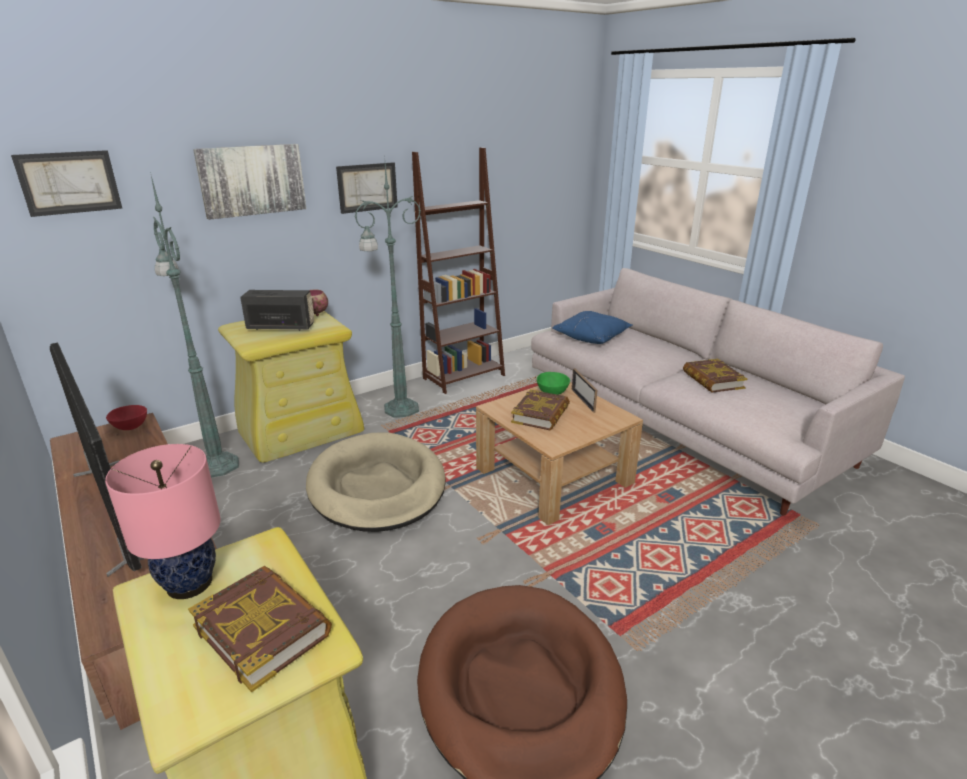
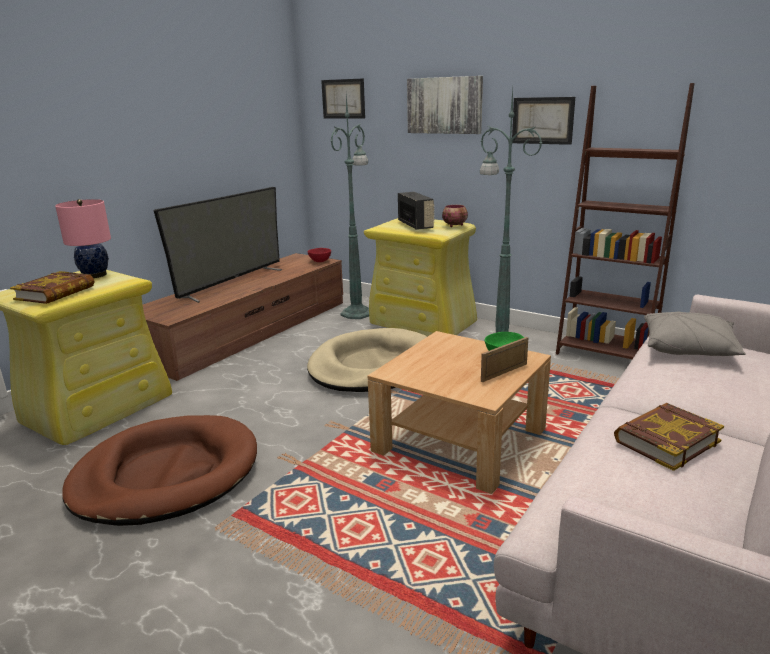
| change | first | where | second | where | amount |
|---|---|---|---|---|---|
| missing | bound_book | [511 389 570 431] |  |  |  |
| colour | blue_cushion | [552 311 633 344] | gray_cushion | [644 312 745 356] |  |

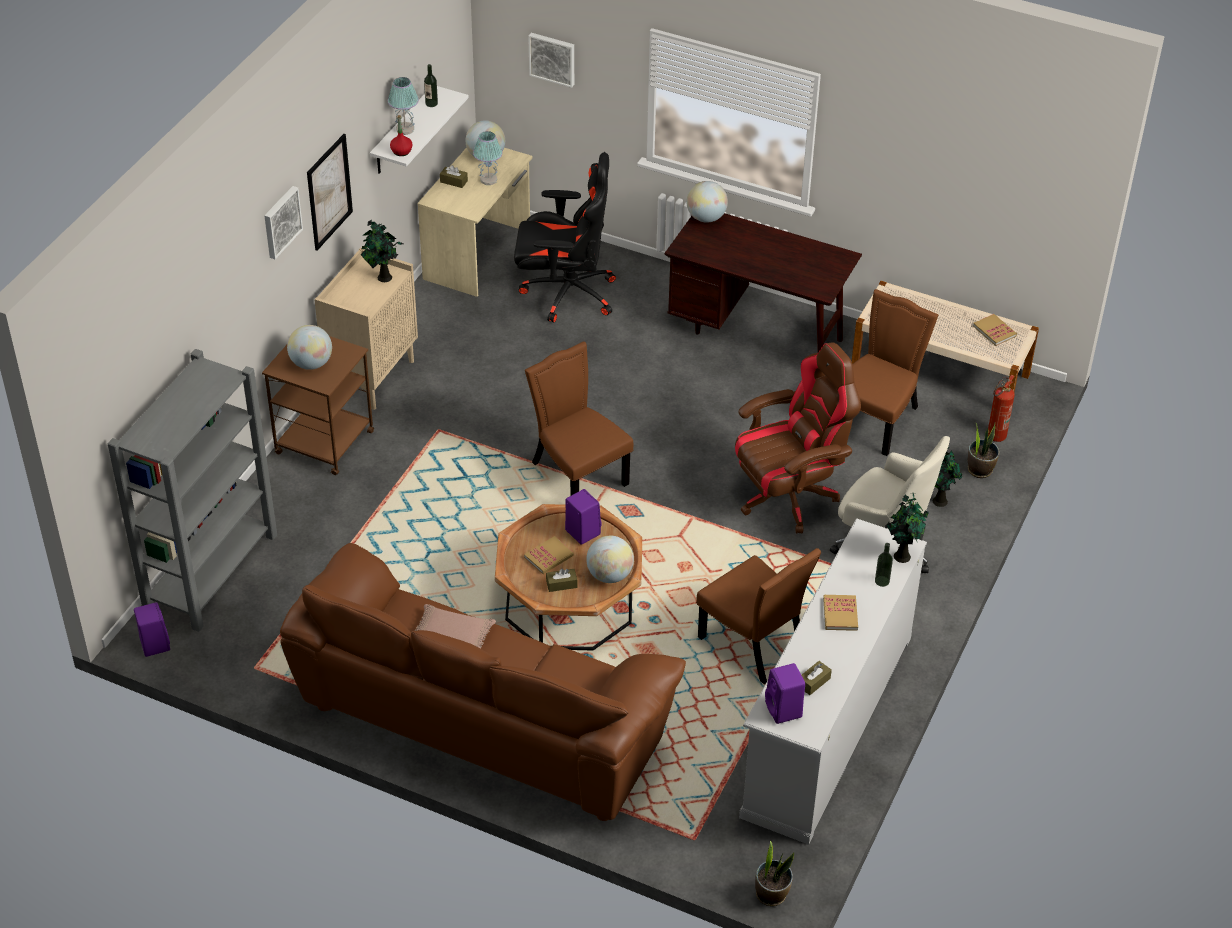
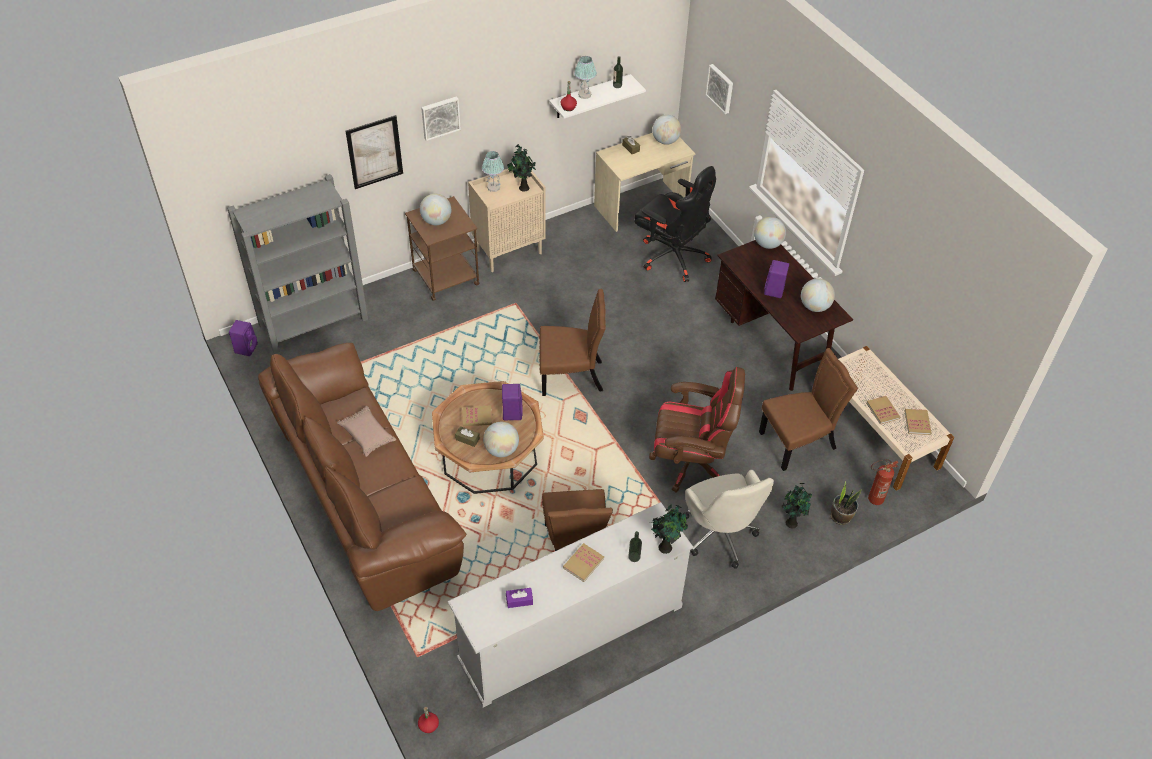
| change | first | where | second | where | amount |
|---|---|---|---|---|---|
| appeared |  |  | desk_globe | [801 278 835 312] |  |
| appeared |  |  | bound_book | [866 396 900 424] |  |
| relocated | wall_picture | [307 134 353 251] |  | [346 115 403 189] |  |
| relocated | lamp_for_a_table | [473 131 502 185] |  | [482 151 504 192] |  |
| relocated | purplish_loudspeaker | [765 663 805 724] |  | [764 260 789 298] |  |
| exchanged | potted_plant | [755 840 794 906] | red_bottle | [418 707 439 733] |  |
| colour | brown-coloured_tissue_box | [802 661 832 695] | purplish_tissue_box | [506 588 533 608] |  |
| spun | brown-coloured_plain_chair | [525 342 633 495] |  | [539 289 606 396] | 90 degrees clockwise |

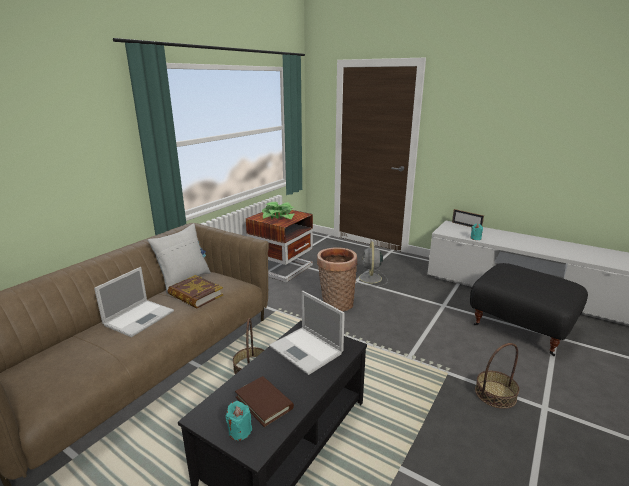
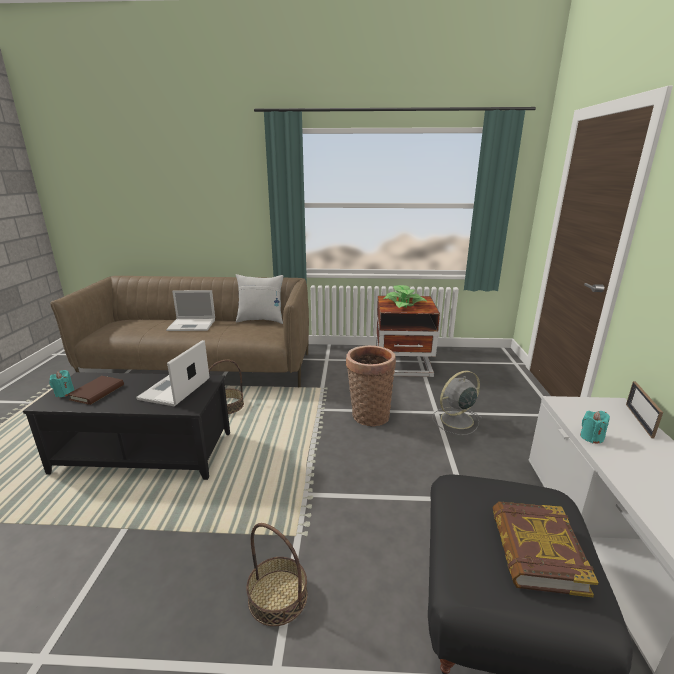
| change | first | where | second | where | amount |
|---|---|---|---|---|---|
| relocated | bound_book | [168 275 223 308] |  | [493 501 598 597] |  |

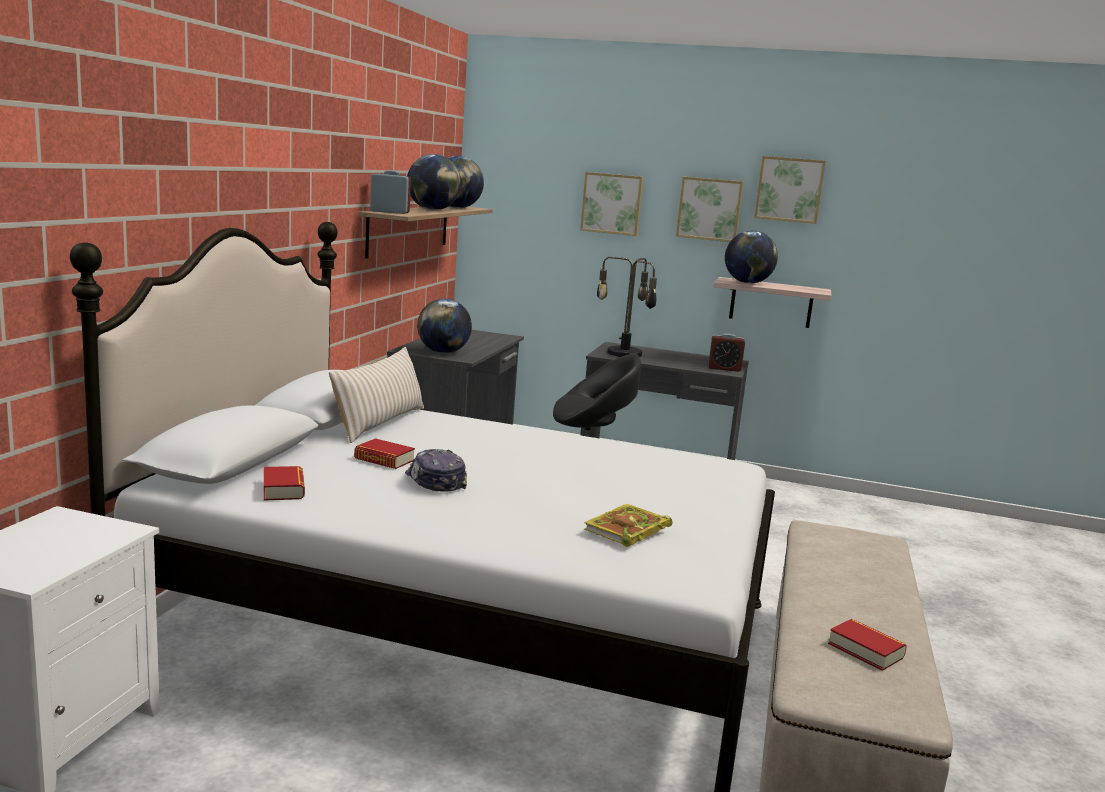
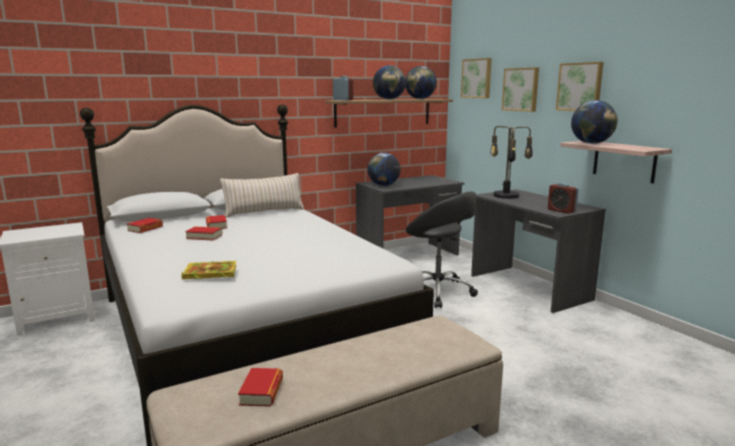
| change | first | where | second | where | amount |
|---|---|---|---|---|---|
| relocated | wall_picture | [754 156 826 224] |  | [461 58 492 98] |  |
| exchanged | baseball_cap | [405 449 467 491] | bound_book | [185 226 223 241] |  |

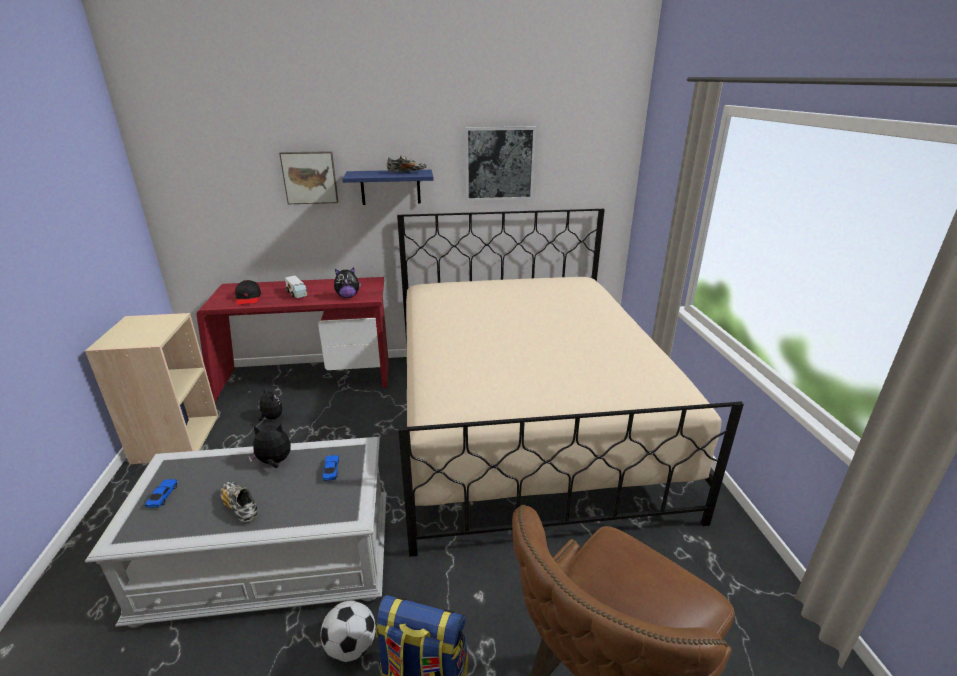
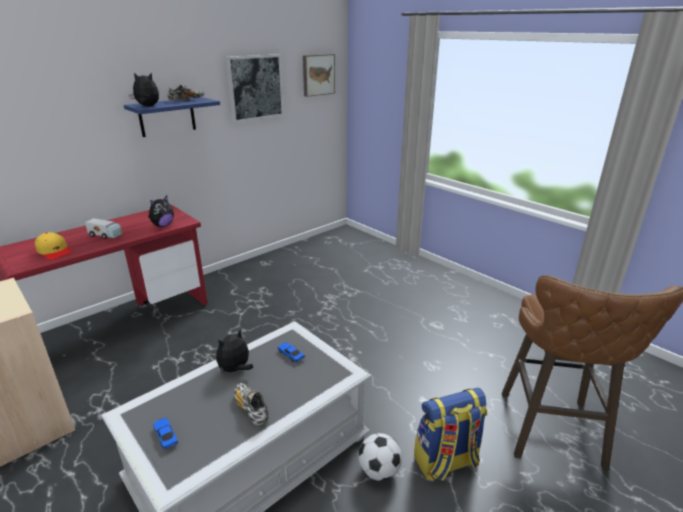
| change | first | where | second | where | amount |
|---|---|---|---|---|---|
| missing | beige-coloured_bedroom_bed | [397 209 744 557] |  |  |  |
| relocated | soft_toy | [258 388 282 421] |  | [129 73 159 106] |  |
| relocated | wall_picture | [279 151 338 204] |  | [303 54 335 97] |  |
| colour | black_baseball_cap | [235 280 261 305] | yellowish_baseball_cap | [35 232 72 260] |  |
| spun | shoe | [220 482 258 523] |  | [234 383 269 425] | 45 degrees clockwise |

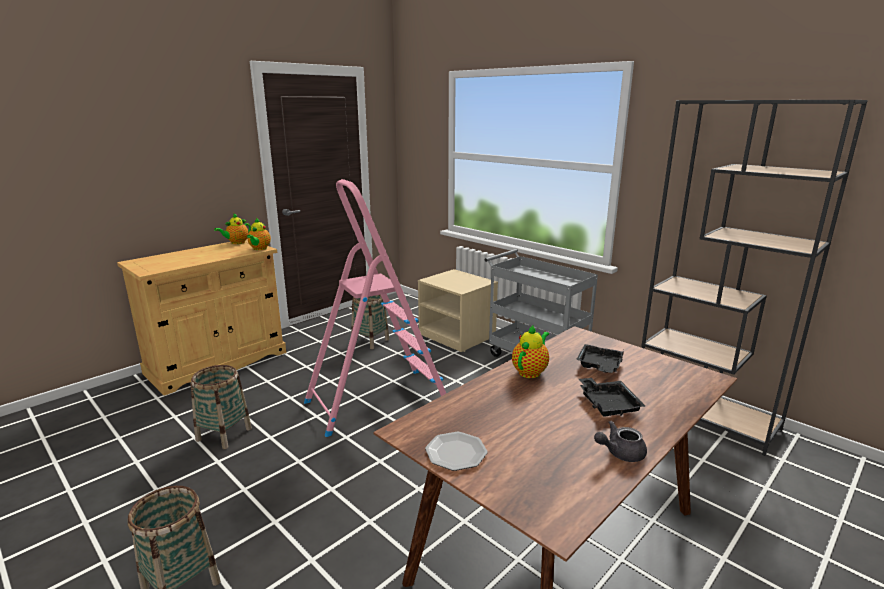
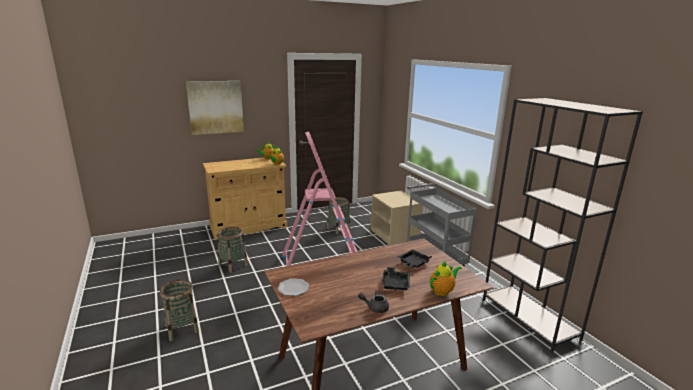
| change | first | where | second | where | amount |
|---|---|---|---|---|---|
| appeared |  |  | wall_picture | [186 81 244 135] |  |
| relocated | tea_pot | [512 325 549 378] |  | [430 261 462 296] |  |

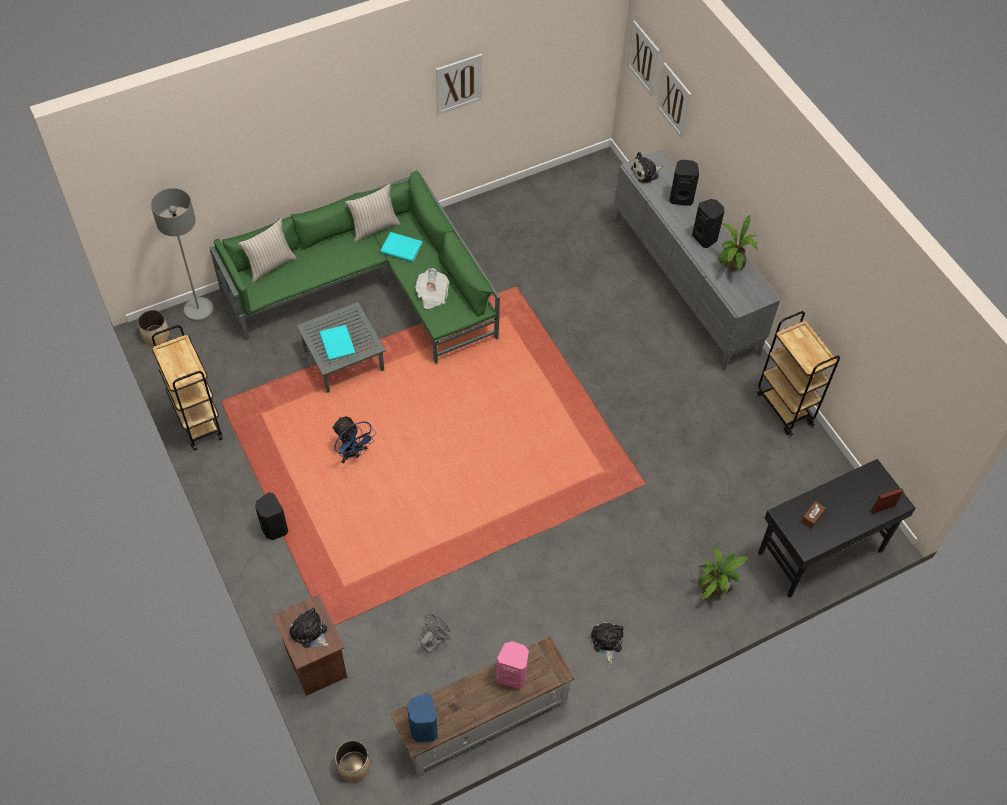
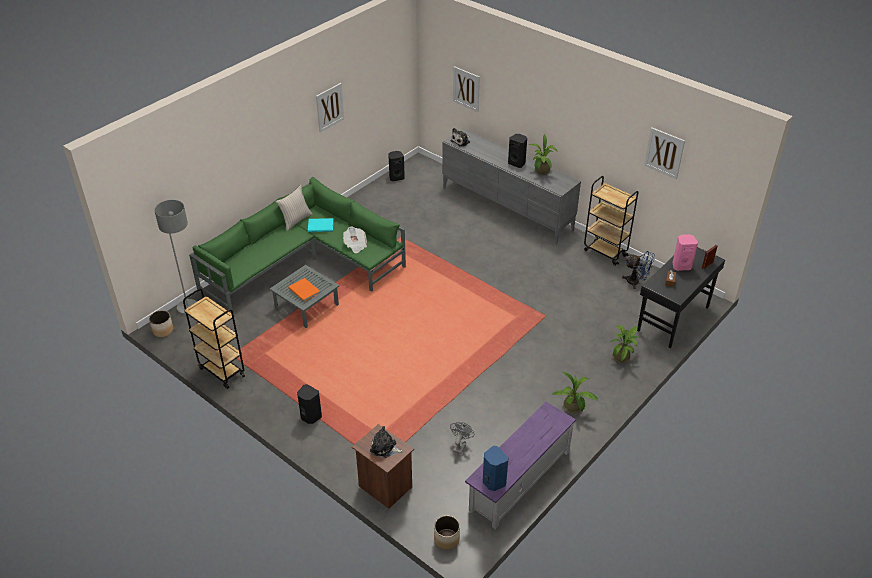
| change | first | where | second | where | amount |
|---|---|---|---|---|---|
| missing | beige-coloured_cushion | [238 218 296 283] |  |  |  |
| relocated | blue_fan | [332 416 376 463] |  | [622 251 655 289] |  |
| relocated | pinkish_loudspeaker | [496 641 529 690] |  | [673 234 698 271] |  |
| relocated | wall_picture | [627 20 660 96] |  | [644 128 685 179] |  |
| relocated | black_loudspeaker | [669 160 699 206] |  | [388 151 405 181] |  |
| exchanged | soft_toy | [591 622 623 664] | potted_plant | [552 371 598 413] |  |
| colour | blue-green_bound_book | [319 325 356 362] | orange-coloured_bound_book | [288 278 320 302] |  |
| colour | brown-coloured_tv_stand | [390 636 575 777] | purplish_tv_stand | [465 402 576 530] |  |

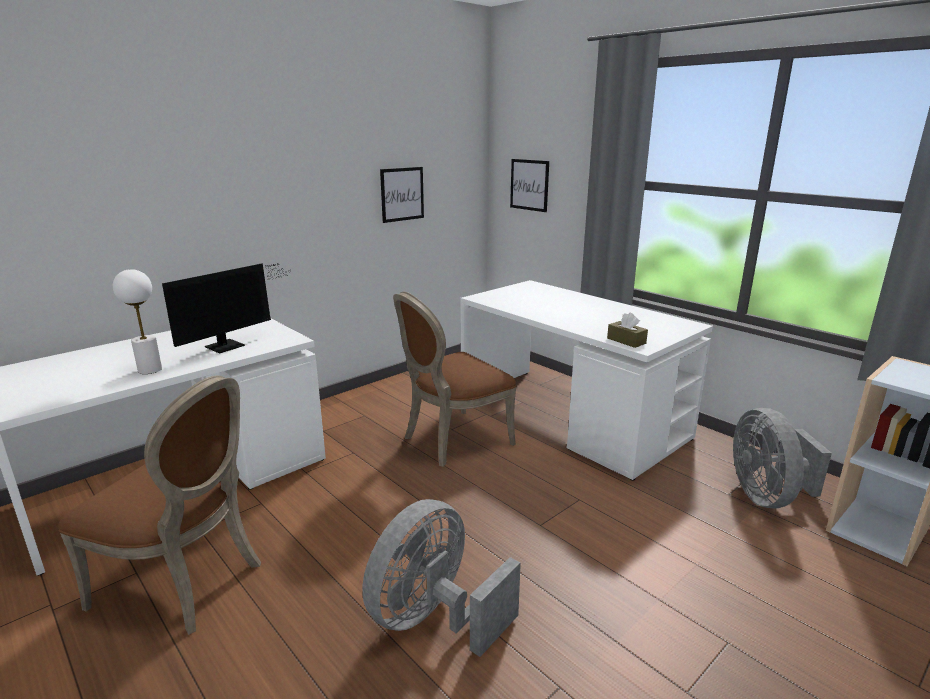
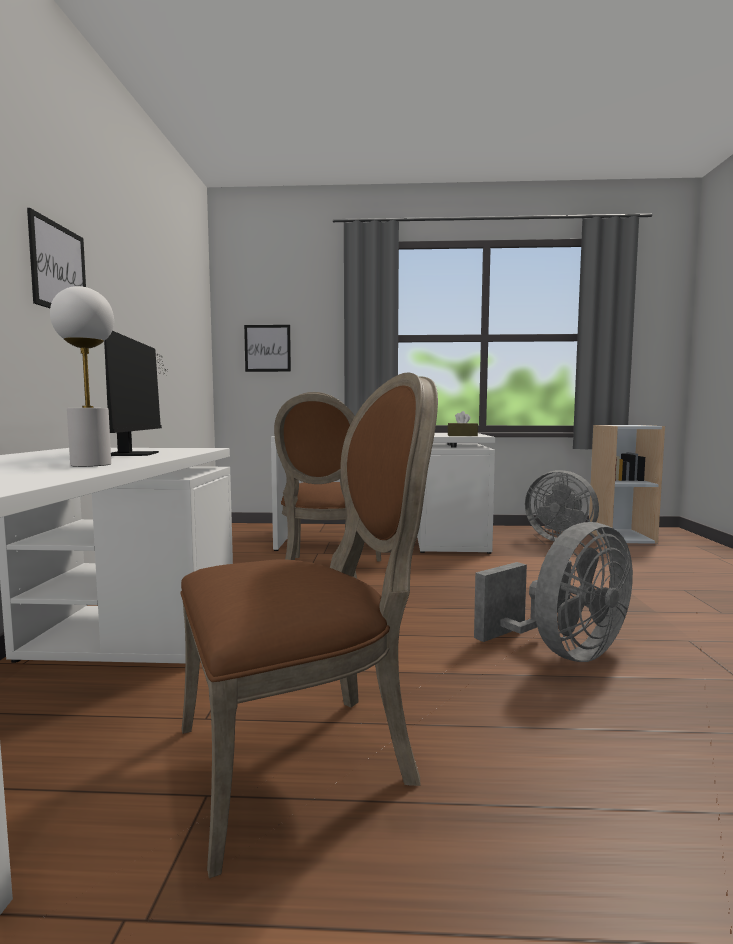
| change | first | where | second | where | amount |
|---|---|---|---|---|---|
| relocated | wall_picture | [380 167 424 223] |  | [27 208 86 308] |  |
| spun | gray_fan | [362 499 521 657] |  | [474 522 633 662] | 120 degrees counterclockwise |

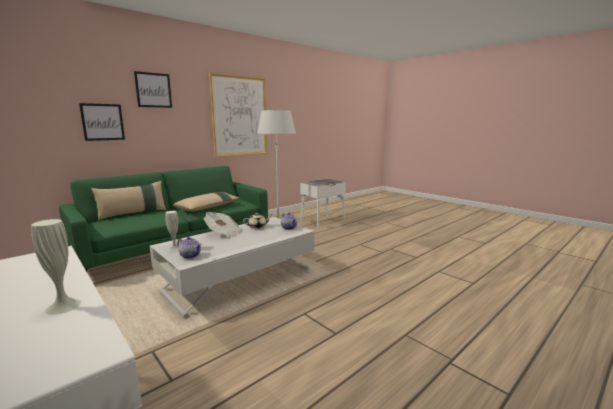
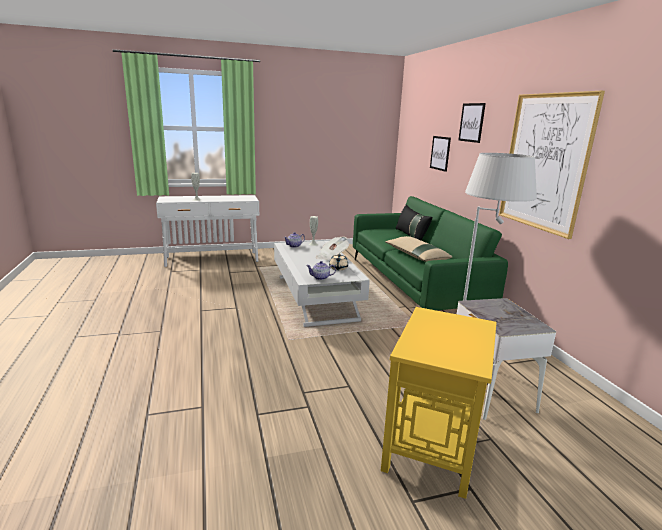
| change | first | where | second | where | amount |
|---|---|---|---|---|---|
| appeared |  |  | yellowish_end_table | [381 307 497 499] |  |
| colour | beige-coloured_cushion | [91 181 167 221] | black_cushion | [396 204 433 241] |  |

